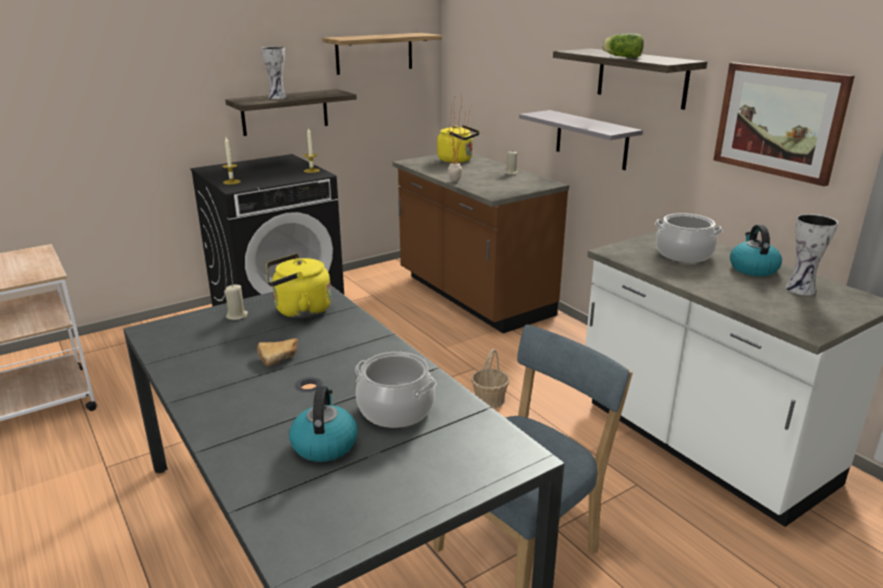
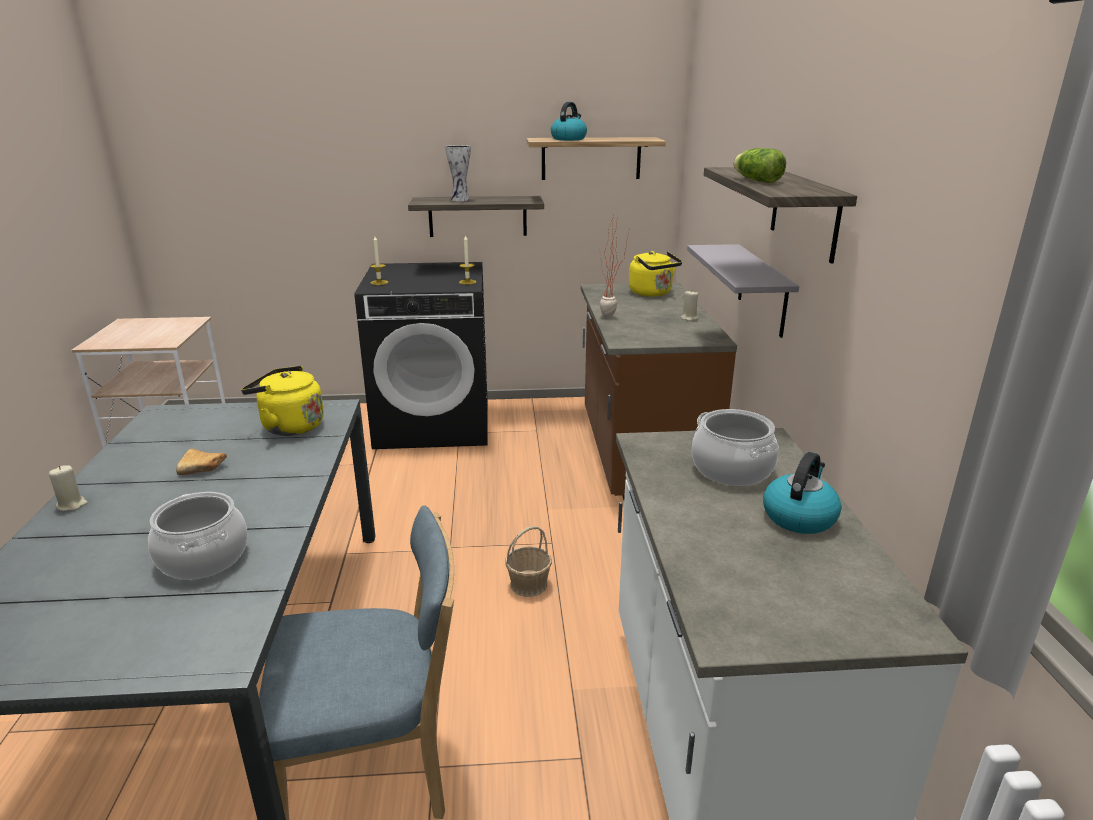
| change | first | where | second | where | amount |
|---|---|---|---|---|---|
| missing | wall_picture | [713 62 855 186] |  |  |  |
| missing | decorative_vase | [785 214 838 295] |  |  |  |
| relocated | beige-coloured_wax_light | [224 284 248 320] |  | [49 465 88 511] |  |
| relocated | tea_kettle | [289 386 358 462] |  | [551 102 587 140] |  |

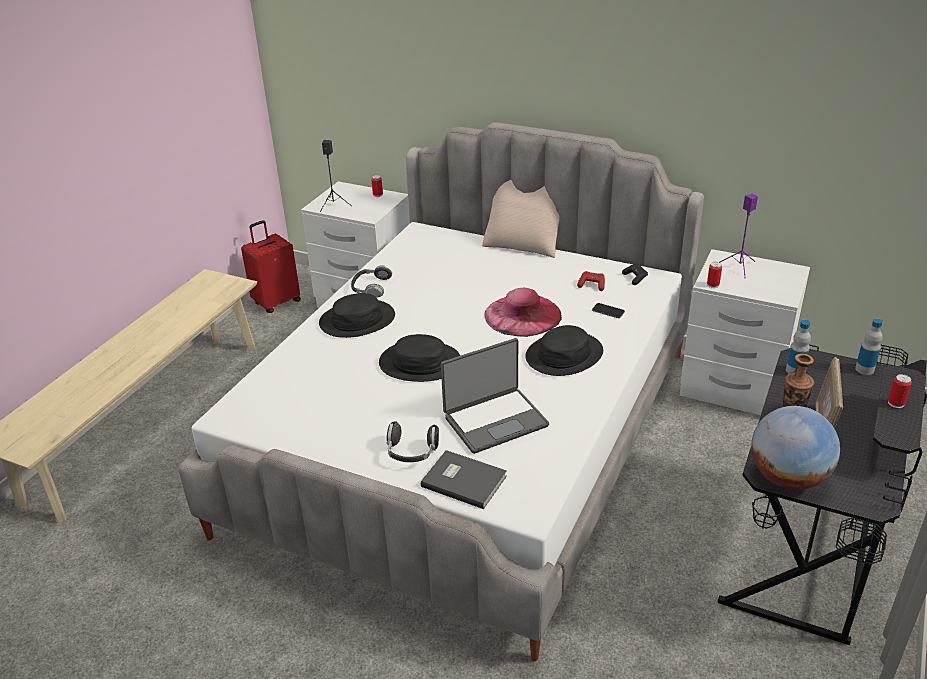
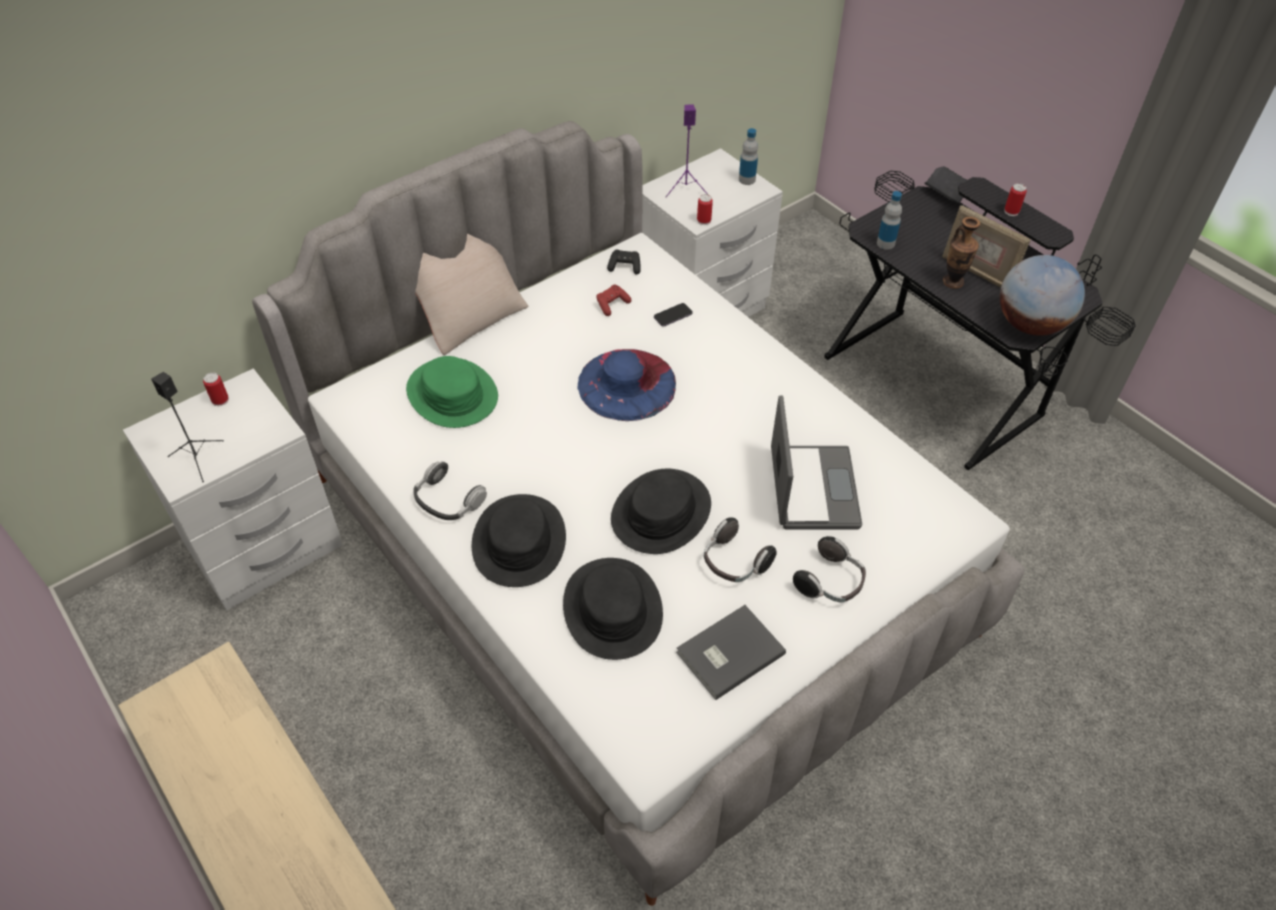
| change | first | where | second | where | amount |
|---|---|---|---|---|---|
| missing | red_piece_of_luggage | [241 220 301 313] |  |  |  |
| appeared |  |  | green-coloured_clothing_hat | [406 356 498 428] |  |
| appeared |  |  | pair_of_headphones | [704 517 777 582] |  |
| relocated | gray_bound_book | [421 450 507 509] |  | [676 605 786 700] |  |
| relocated | black_clothing_hat | [525 325 603 376] |  | [563 558 663 660] |  |
| relocated | bottle | [855 318 883 375] |  | [739 128 758 185] |  |
| colour | pinkish_clothing_hat | [484 288 562 337] | blue_clothing_hat | [578 349 676 421] |  |

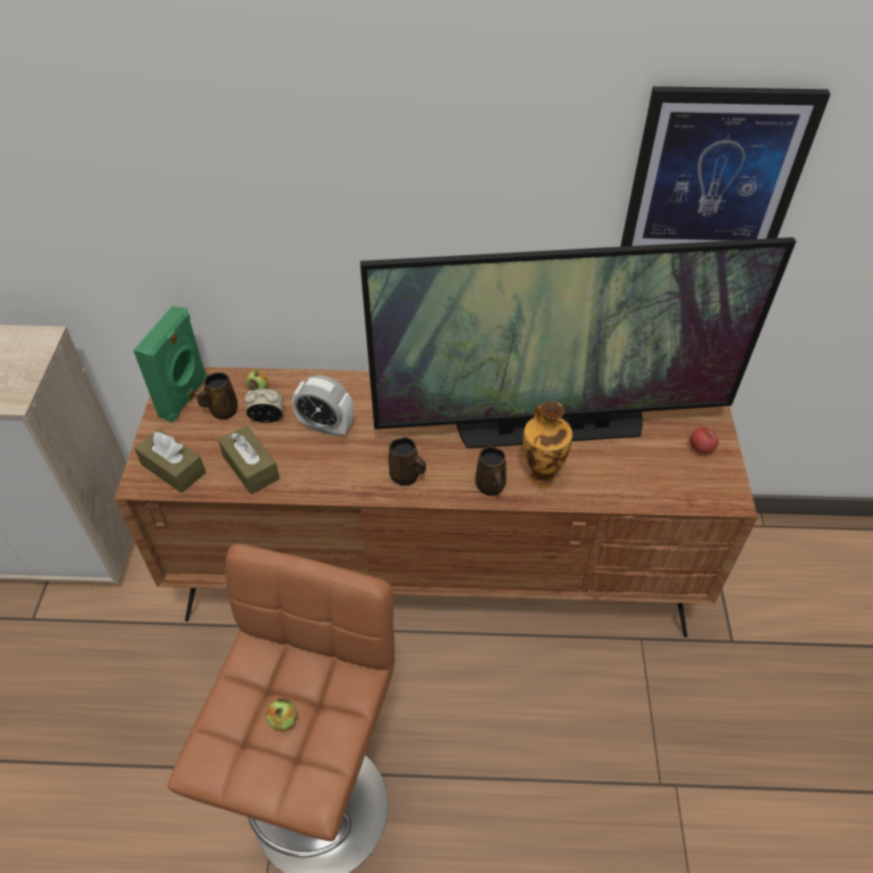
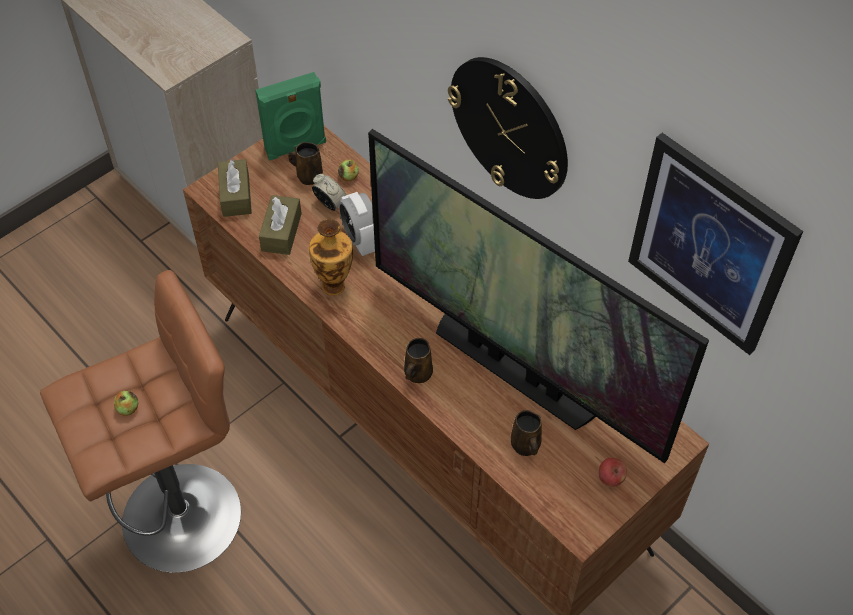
| change | first | where | second | where | amount |
|---|---|---|---|---|---|
| appeared |  |  | hanging_clock | [448 57 568 199] |  |
| relocated | brown-coloured_coffee_mug | [389 437 426 486] |  | [511 410 542 456] |  |
| relocated | decorative_vase | [523 401 573 488] |  | [309 219 353 296] |  |

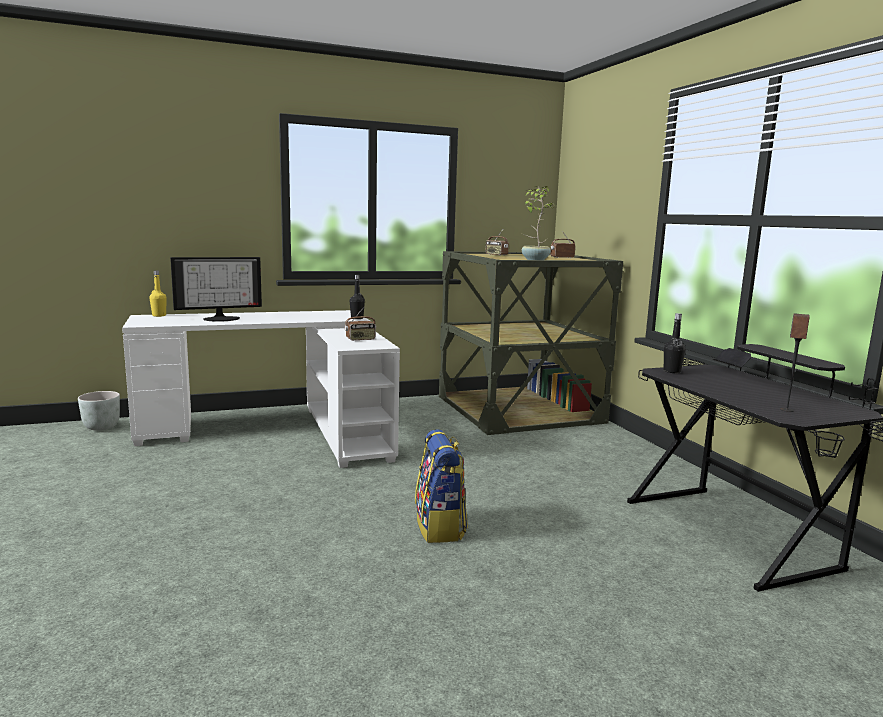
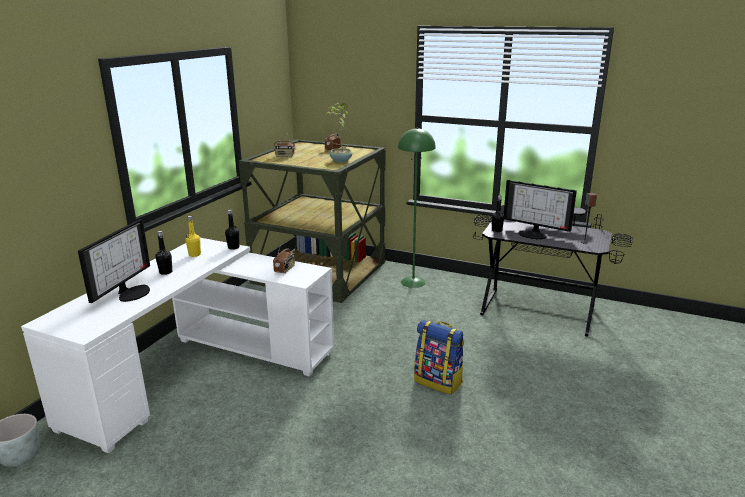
| change | first | where | second | where | amount |
|---|---|---|---|---|---|
| appeared |  |  | black_bottle | [155 231 172 275] |  |
| appeared |  |  | green-coloured_standing_lamp | [398 128 436 288] |  |
| appeared |  |  | monitor | [504 180 577 239] |  |
| relocated | yellowish_bottle | [150 271 167 317] |  | [185 216 201 257] |  |

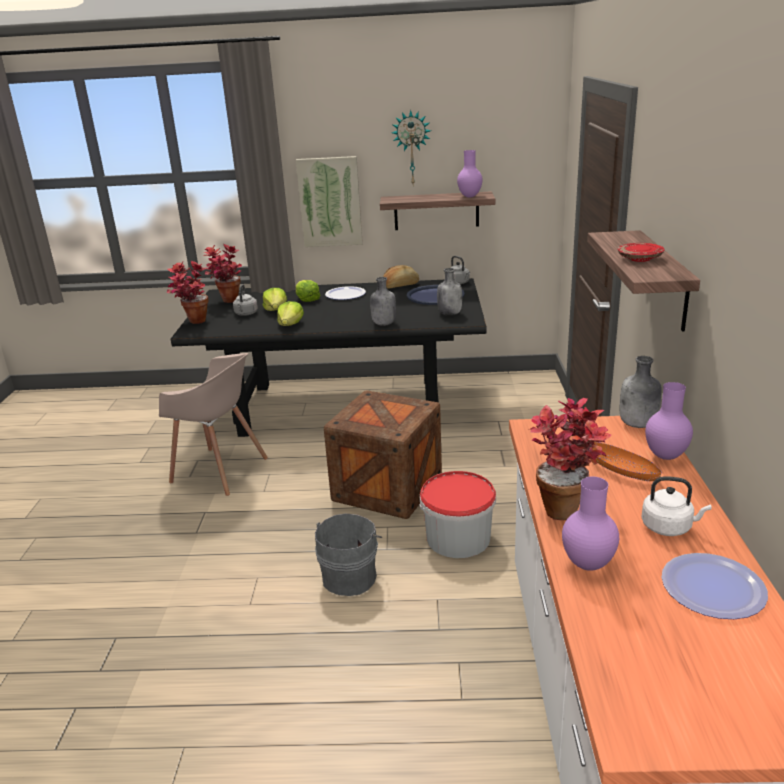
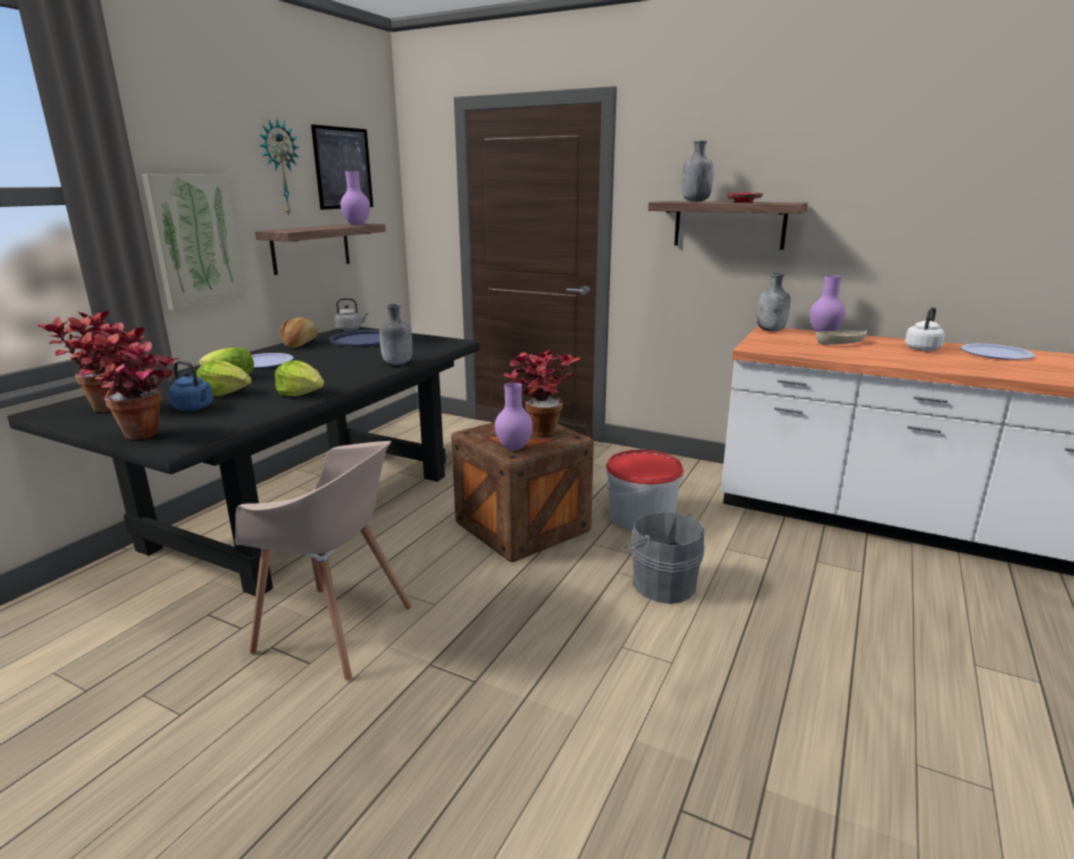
| change | first | where | second | where | amount |
|---|---|---|---|---|---|
| appeared |  |  | wall_picture | [311 124 373 210] |  |
| relocated | gray_bottle | [437 268 462 316] |  | [682 140 714 202] |  |
| relocated | potted_plant | [530 398 611 520] |  | [504 350 581 437] |  |
| relocated | purplish_decorative_vase | [562 476 619 571] |  | [495 382 533 450] |  |
| colour | gray_tea_kettle | [233 284 258 316] | blue_tea_kettle | [168 361 214 411] |  |
| colour | orange-coloured_deep_dish | [592 442 661 481] | beige-coloured_deep_dish | [816 330 867 345] |  |
| spun | beige-coloured_plain_chair | [159 353 268 496] |  | [235 441 412 680] | 60 degrees clockwise |

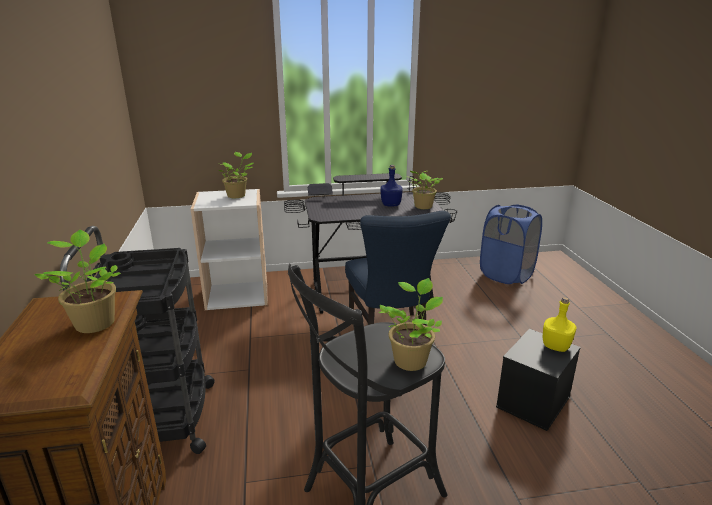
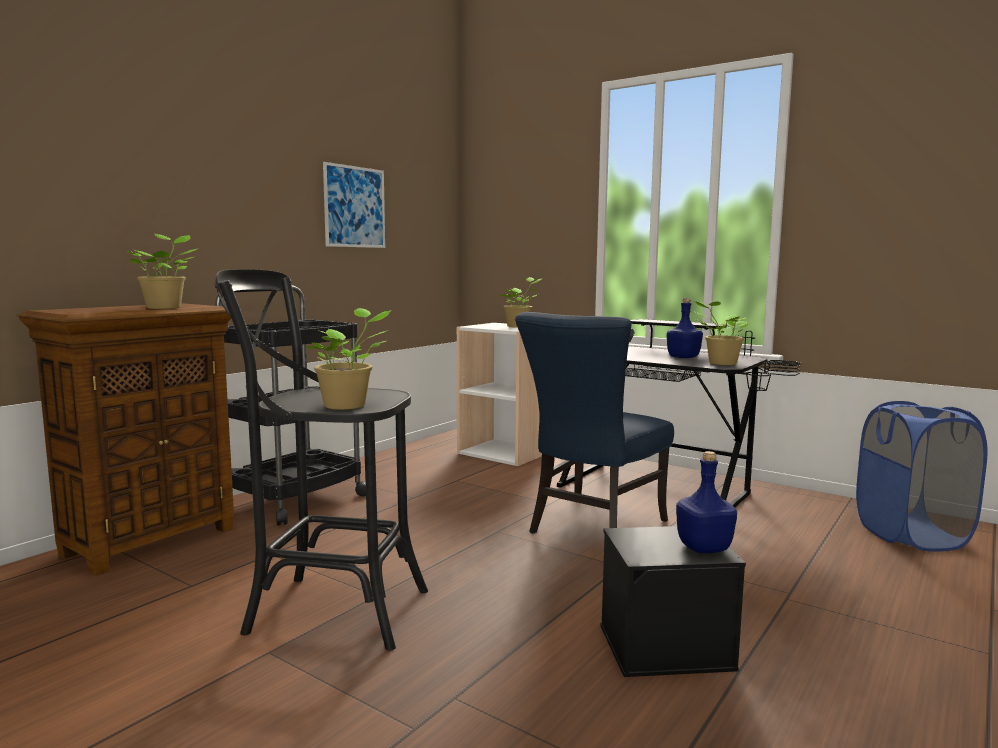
| change | first | where | second | where | amount |
|---|---|---|---|---|---|
| appeared |  |  | wall_picture | [323 162 385 248] |  |
| colour | yellowish_bottle | [543 297 577 352] | blue_bottle | [676 451 737 553] |  |

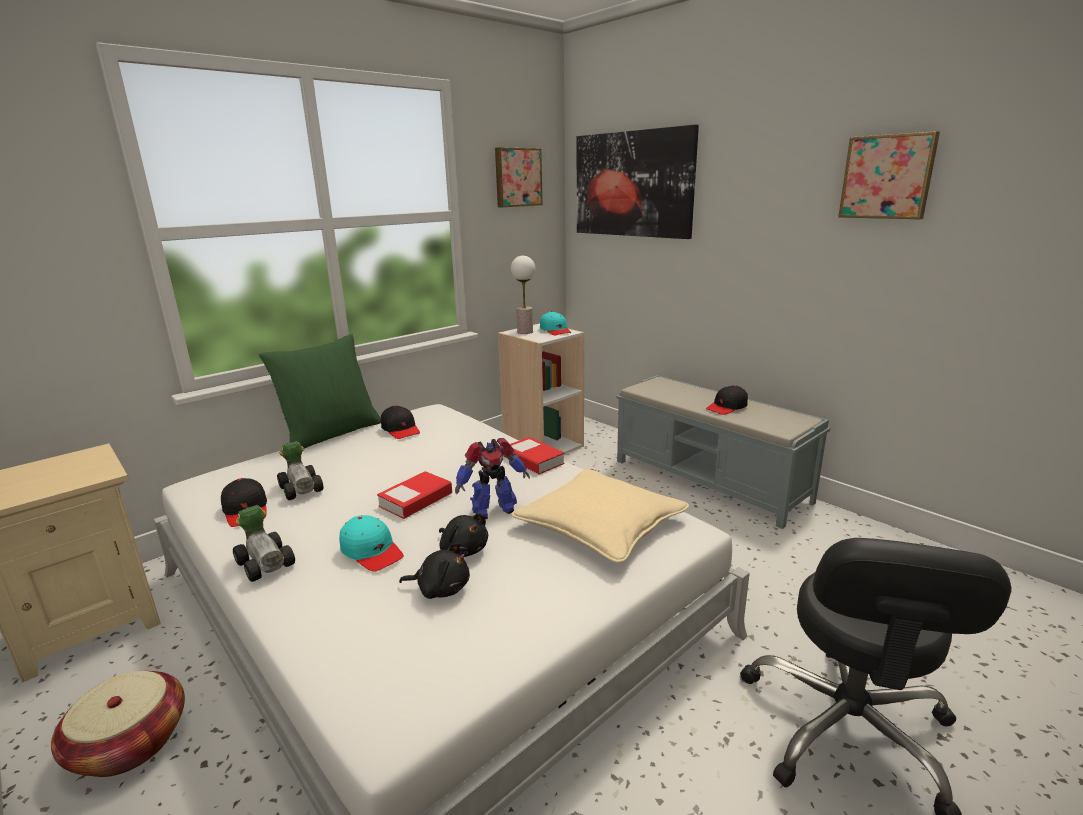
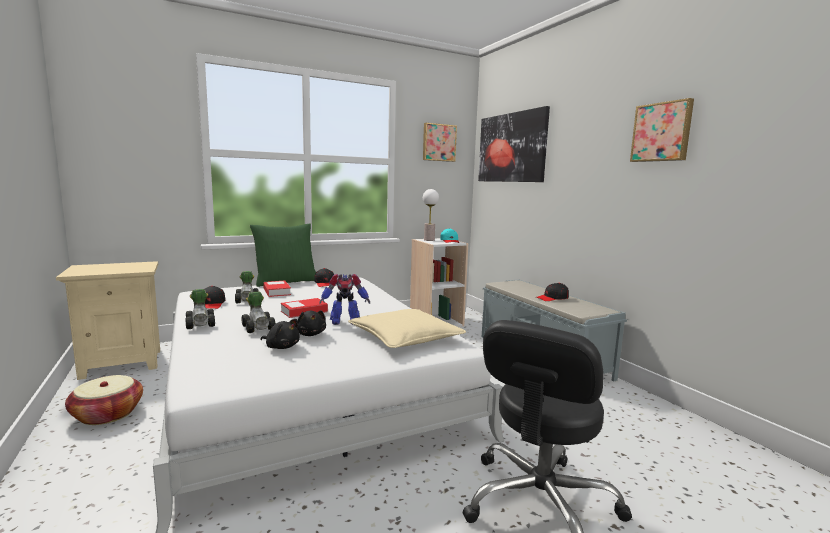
| change | first | where | second | where | amount |
|---|---|---|---|---|---|
| relocated | bound_book | [503 437 565 474] |  | [263 280 291 297] |  |
| exchanged | blue-green_baseball_cap | [339 515 404 572] | toy_car | [242 292 275 333] |  |

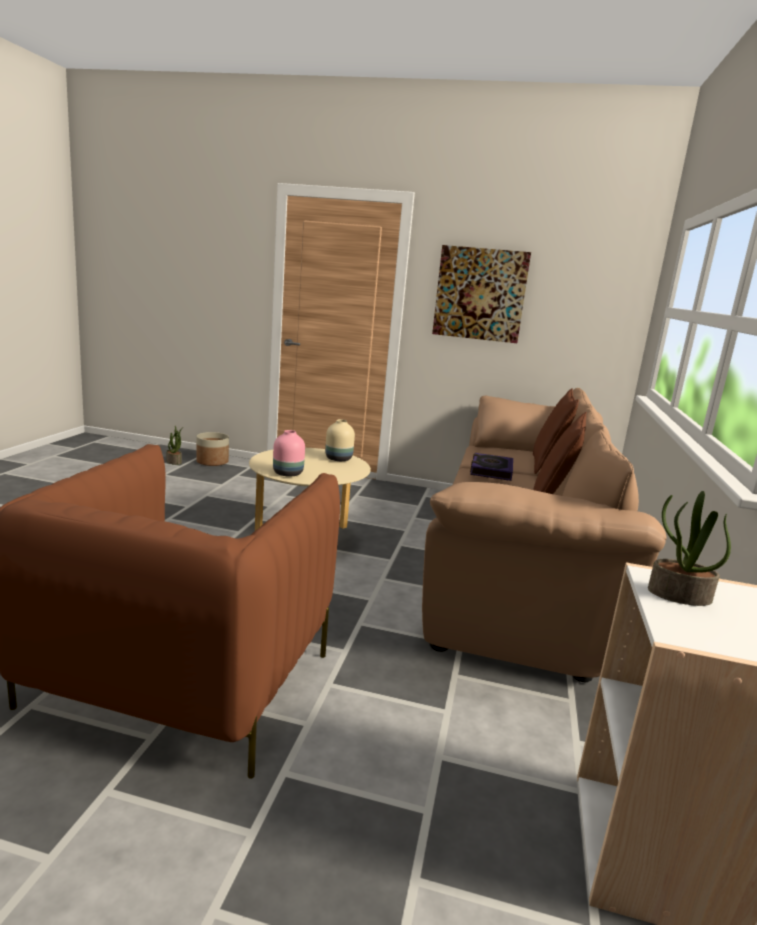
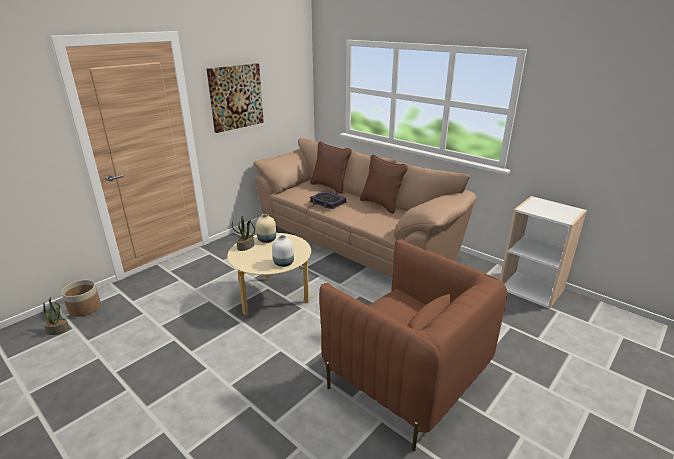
| change | first | where | second | where | amount |
|---|---|---|---|---|---|
| relocated | potted_plant | [648 491 731 606] |  | [232 216 255 251] |  |
| colour | pinkish_decorative_vase | [273 430 305 477] | whitish_decorative_vase | [272 235 294 267] |  |

